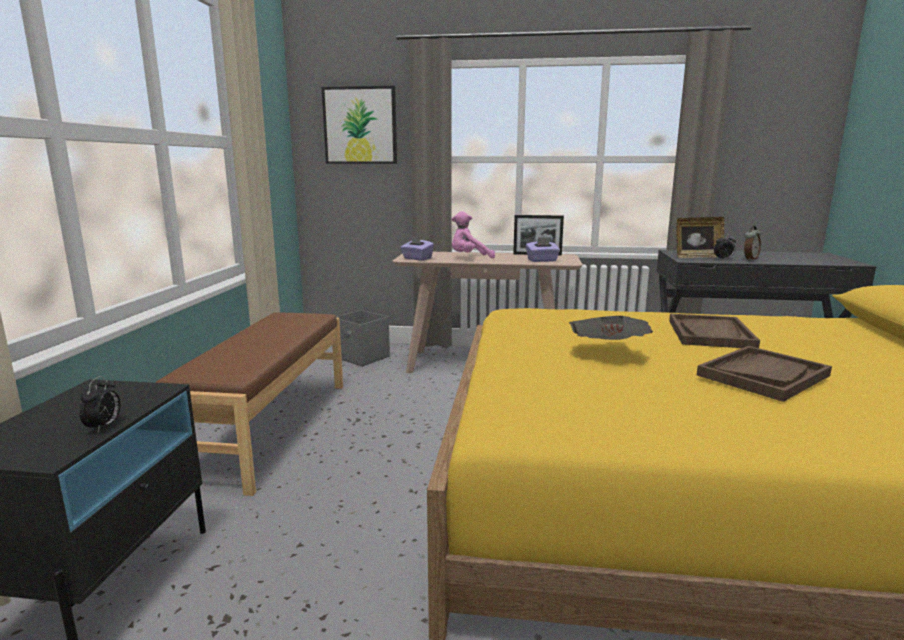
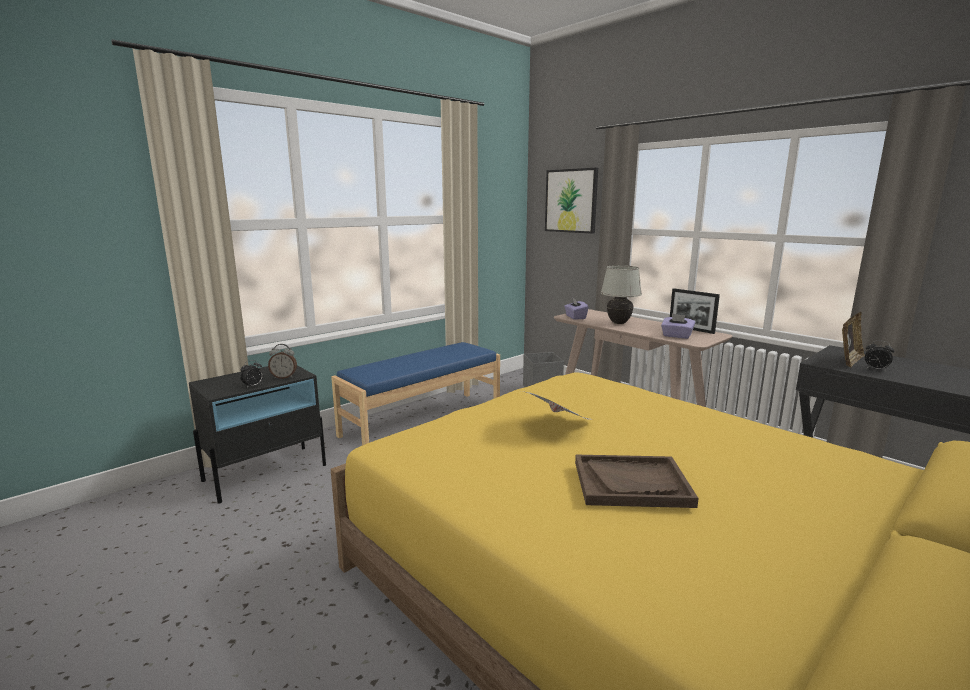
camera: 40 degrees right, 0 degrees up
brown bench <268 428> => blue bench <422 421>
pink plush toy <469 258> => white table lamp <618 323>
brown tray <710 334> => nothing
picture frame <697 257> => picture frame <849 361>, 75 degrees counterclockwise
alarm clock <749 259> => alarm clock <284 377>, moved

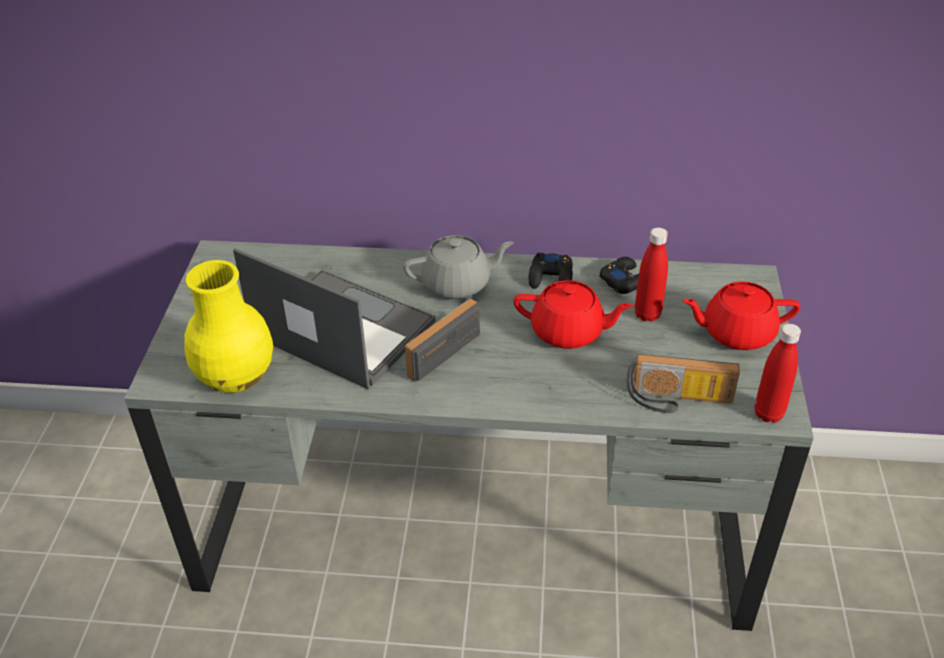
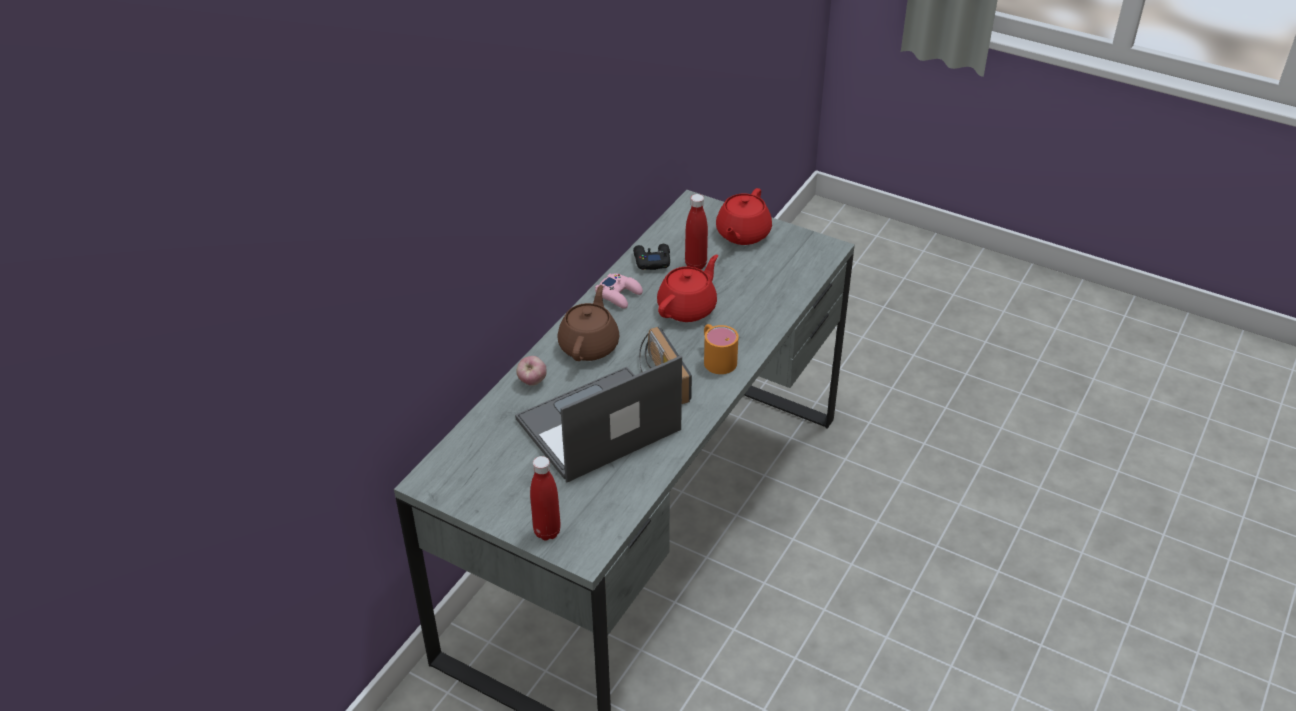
camera: 65 degrees left, 0 degrees up
yellow vase <236 377> => nothing
grey teapot <457 284> => brown teapot <589 345>
black game controller <551 277> => pink game controller <619 294>
radio <678 401> => nothing
red bottle <768 414> => red bottle <547 532>, moved
nothing => apple <532 382>
nothing => orange mug <716 358>

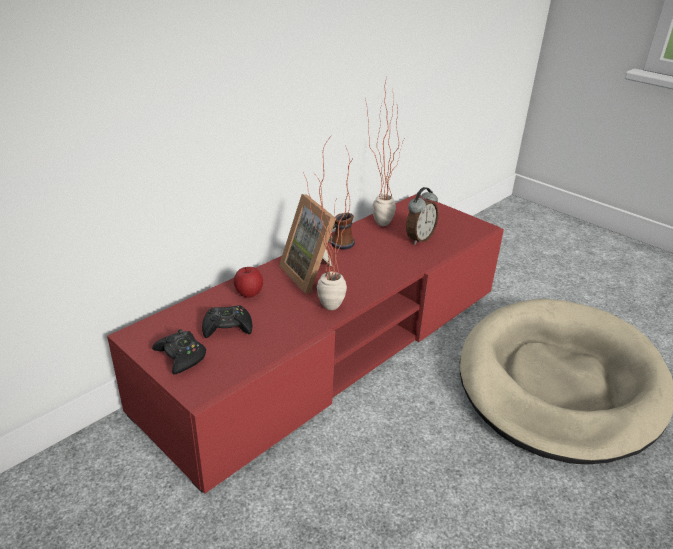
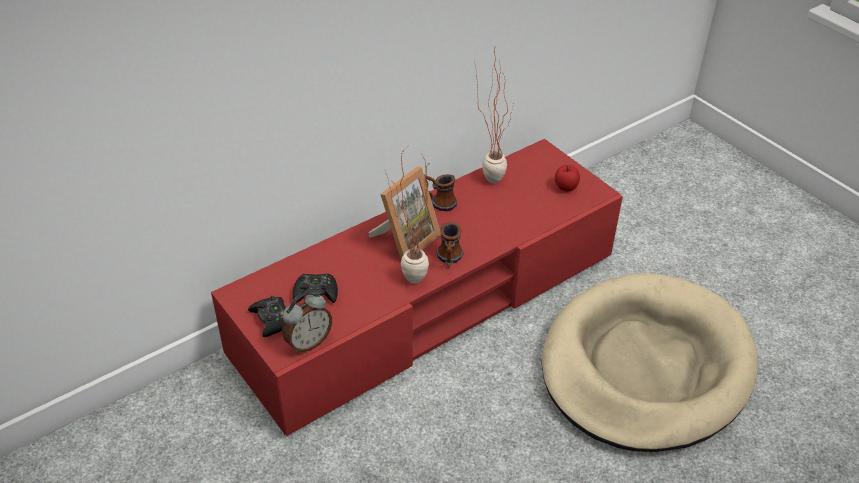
camera: 10 degrees right, 10 degrees up
apple <249 293> => apple <566 187>, moved
picture frame <312 274> => picture frame <405 240>, 120 degrees counterclockwise
alarm clock <419 238> => alarm clock <308 342>, moved
nothing => mug <449 260>

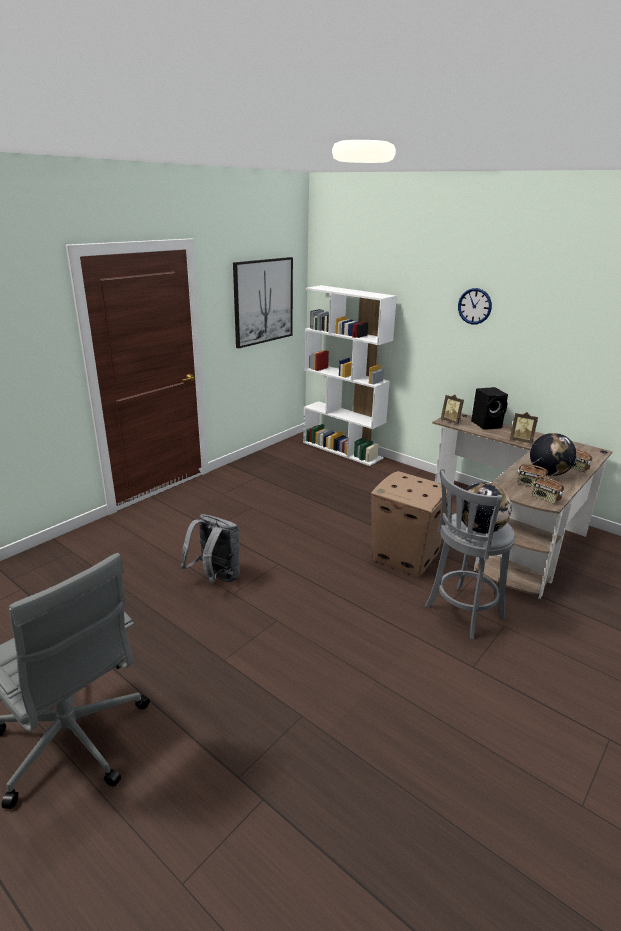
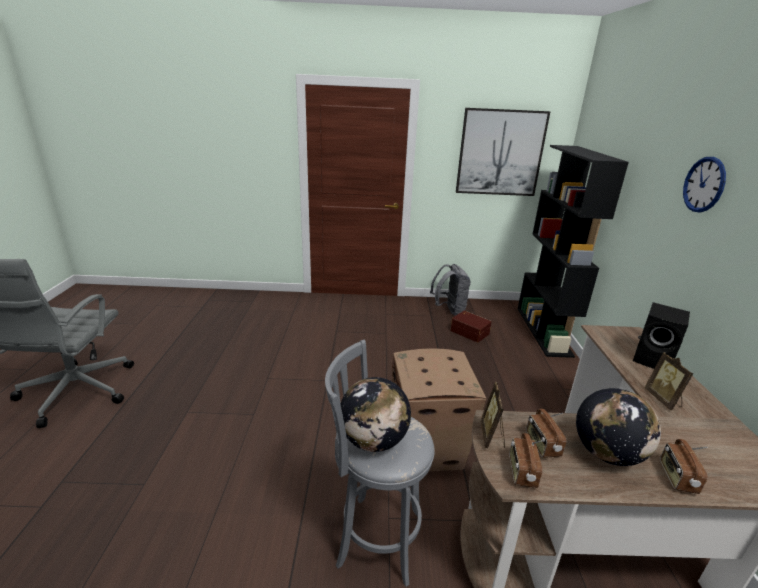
camera: 50 degrees right, 0 degrees up
grey backpack <215 578> => grey backpack <449 310>, moved
white bookcase <342 450> => black bookcase <544 331>
picture frame <451 421> => picture frame <492 436>, moved
nothing => brown storage box <470 332>

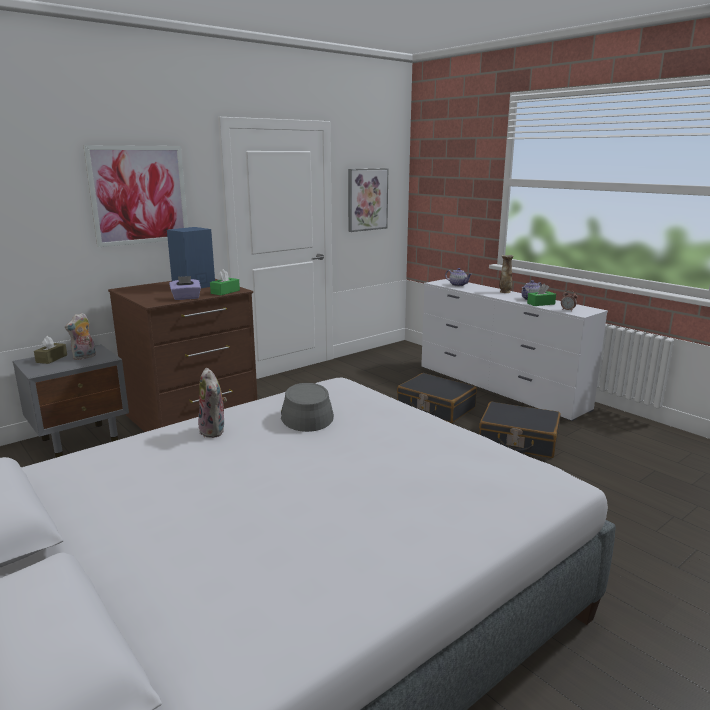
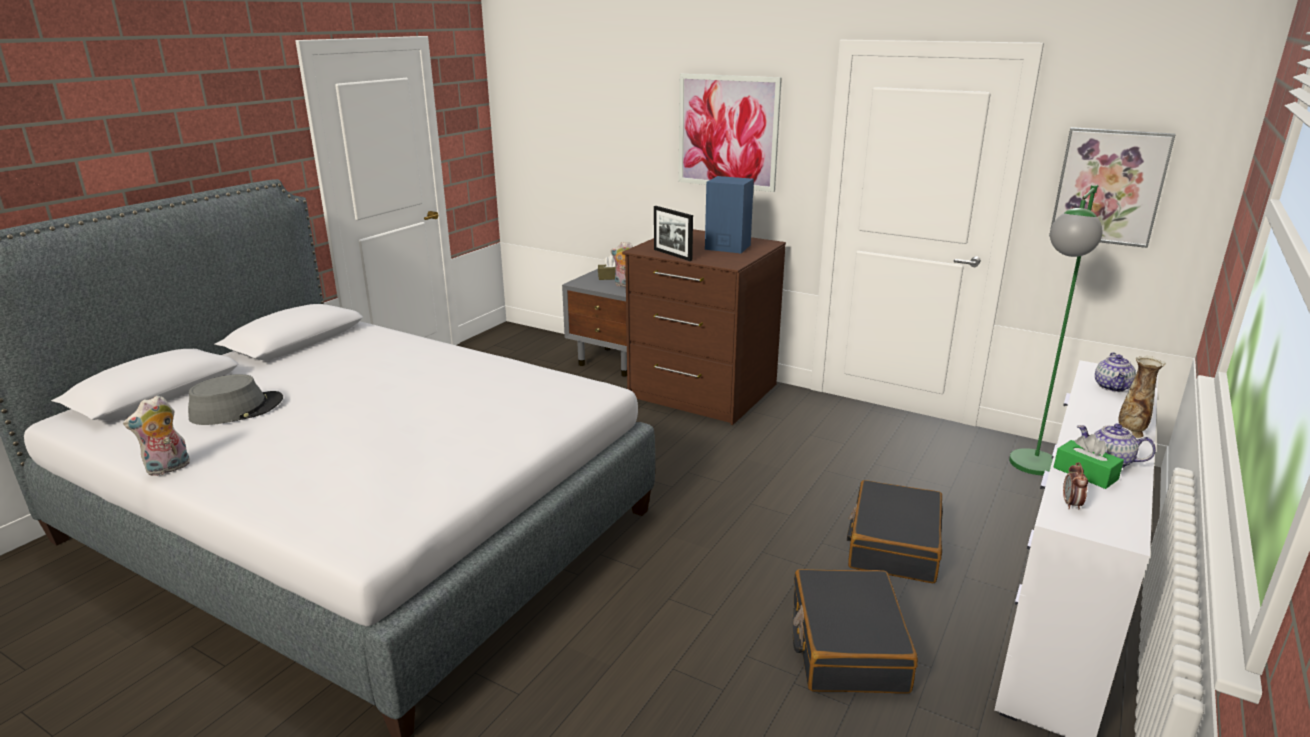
camera: 70 degrees right, 5 degrees up
purple tissue box <186 298> => picture frame <672 255>
plush toy <214 431> => plush toy <168 469>, moved
green tissue box <225 292> => nothing
grey hat <306 414> => grey hat <237 409>, moved
nothing => green floor lamp <1030 470>

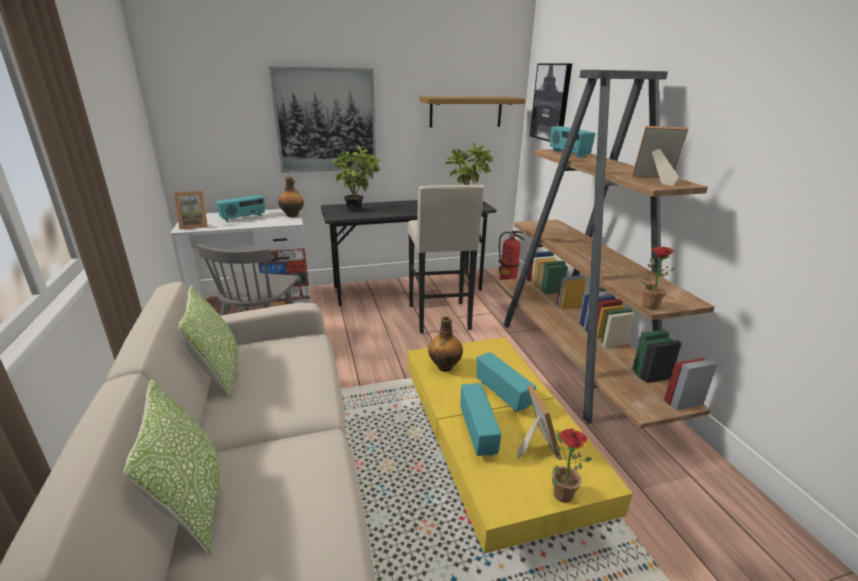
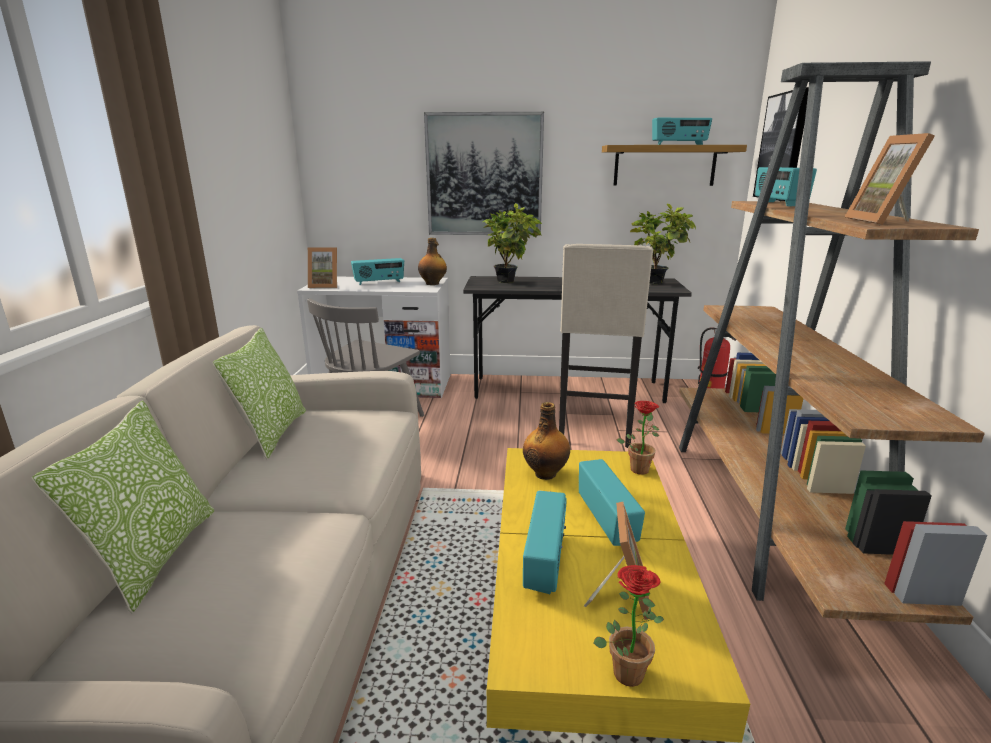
camera: 20 degrees right, 5 degrees down
picture frame <654 180> => picture frame <884 221>, 120 degrees counterclockwise
potted plant <647 304> => potted plant <639 467>, moved
nothing => radio <679 144>

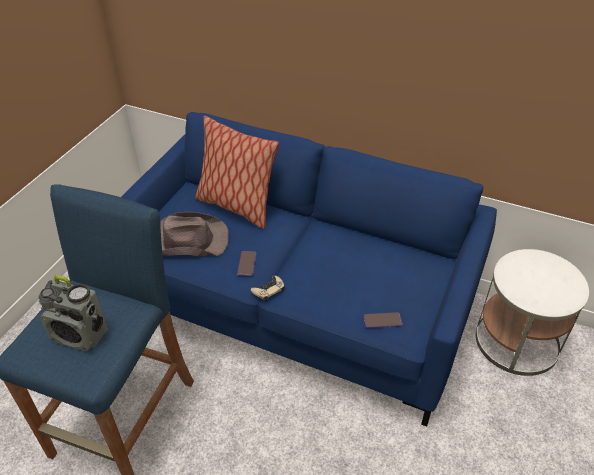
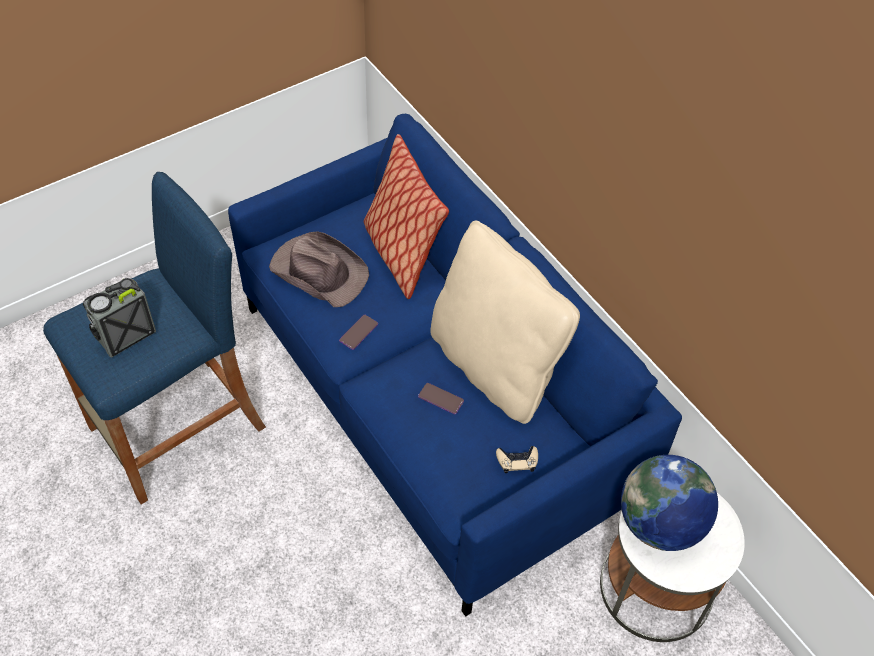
camera: 30 degrees right, 10 degrees up
radio <80 335> => radio <124 335>, 90 degrees clockwise
beige game controller <268 290> => beige game controller <517 461>, moved
phone <382 320> => phone <441 399>, moved
nothing => beige pillow <494 365>
nothing => globe <660 524>

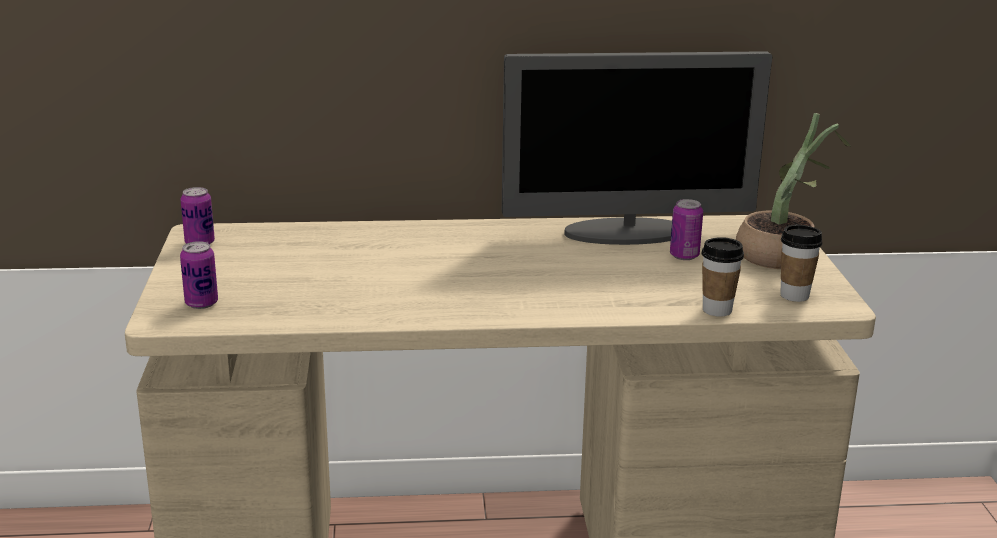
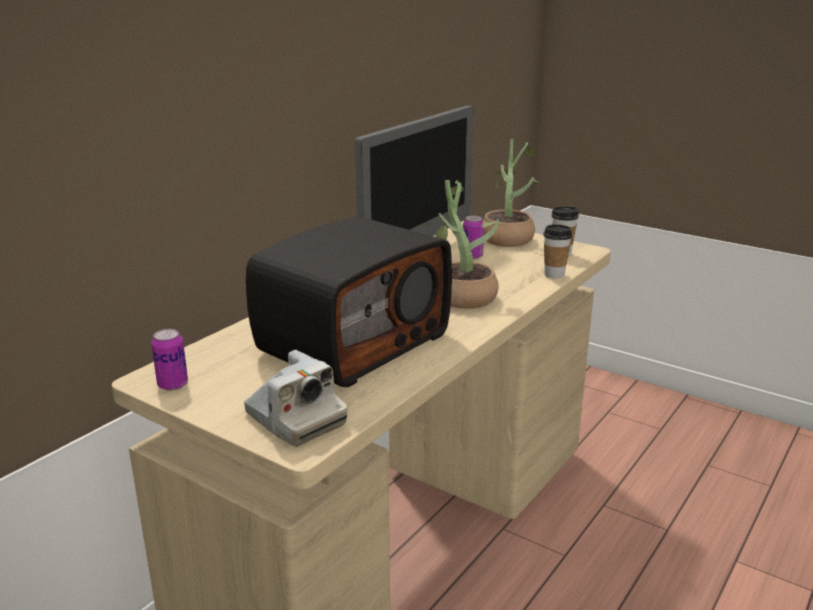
camera: 50 degrees left, 0 degrees up
can <201 303> => photo camera <295 419>
nothing => radio <352 342>
nothing => potted plant <459 295>

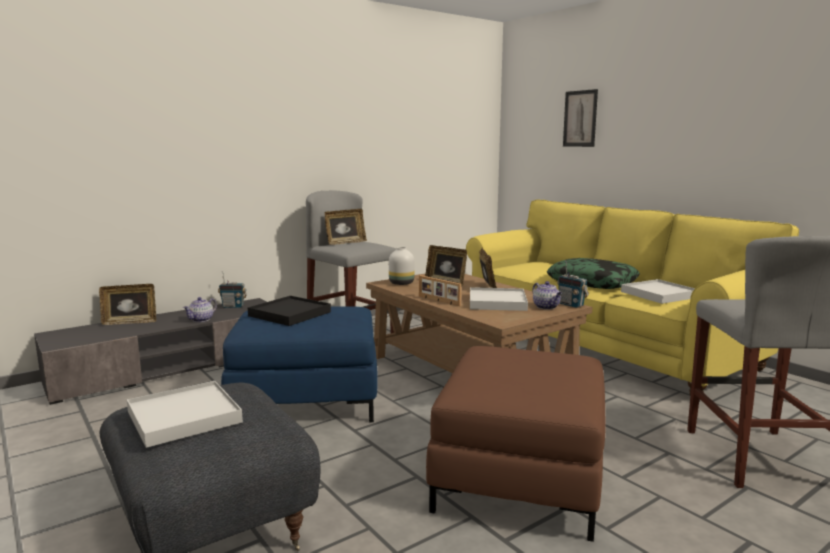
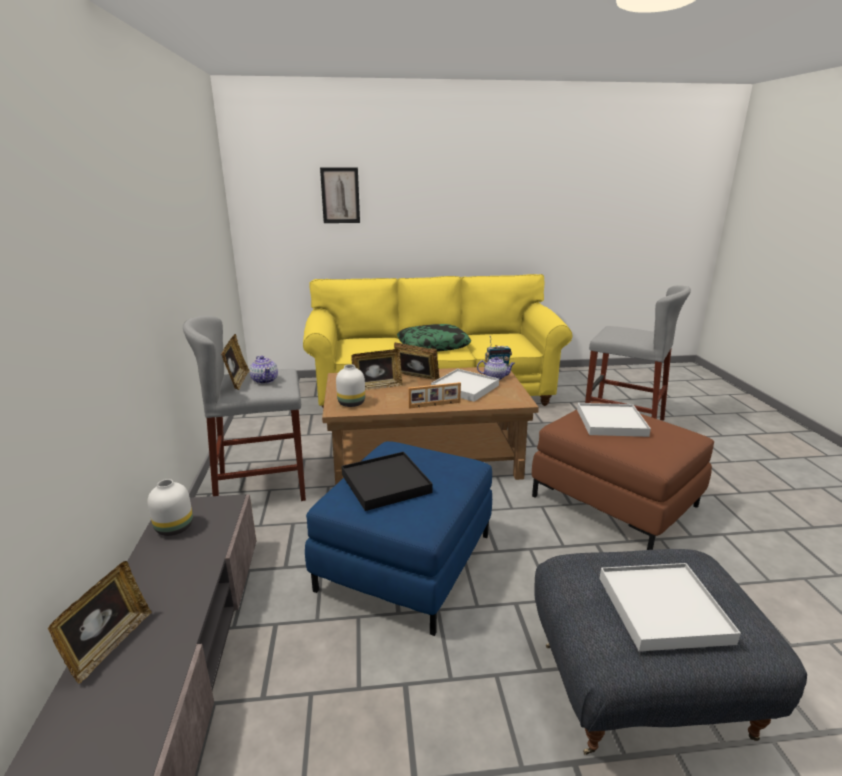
camera: 60 degrees left, 10 degrees up
teapot <201 320> => teapot <265 380>, moved
radio <233 306> => white vase <174 527>
white tray <659 294> => white tray <611 422>, moved

